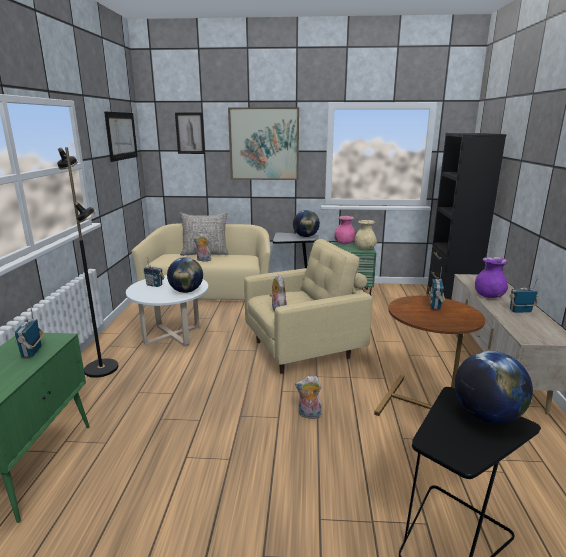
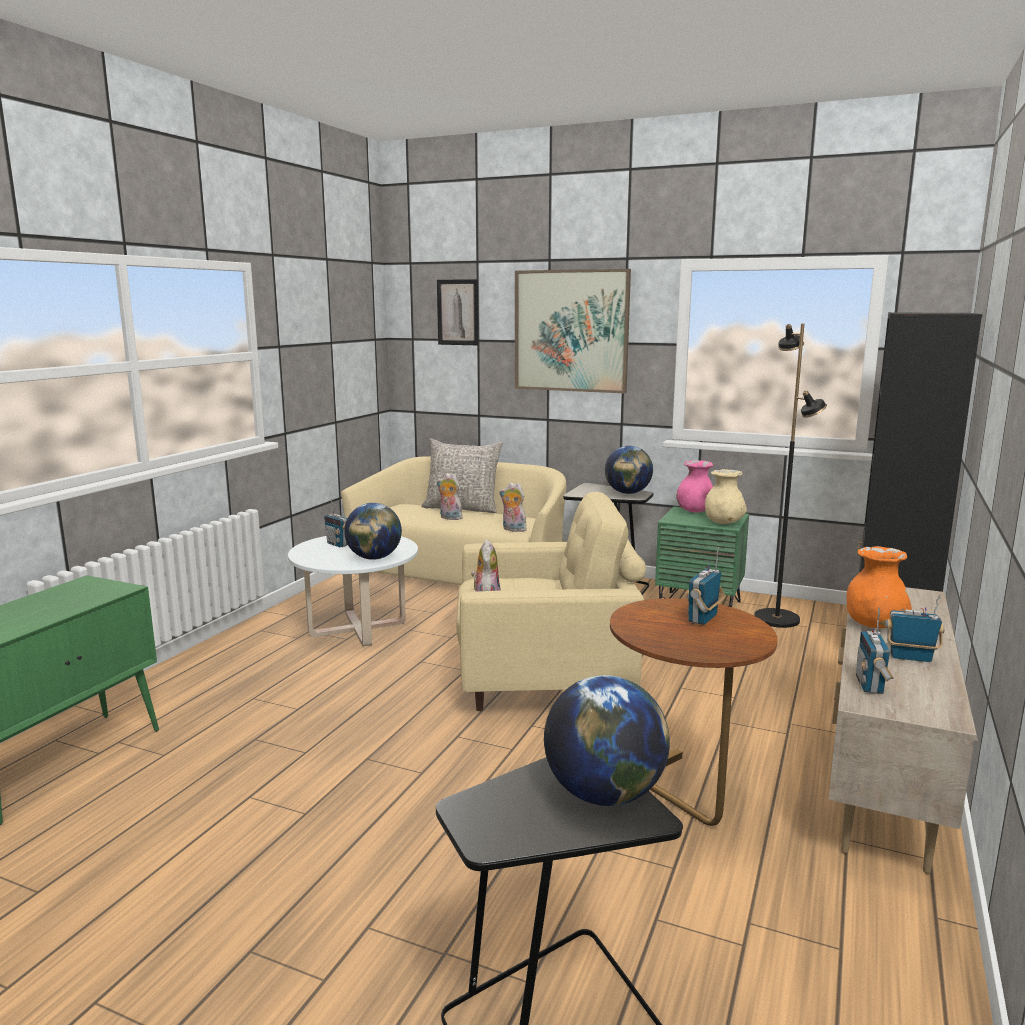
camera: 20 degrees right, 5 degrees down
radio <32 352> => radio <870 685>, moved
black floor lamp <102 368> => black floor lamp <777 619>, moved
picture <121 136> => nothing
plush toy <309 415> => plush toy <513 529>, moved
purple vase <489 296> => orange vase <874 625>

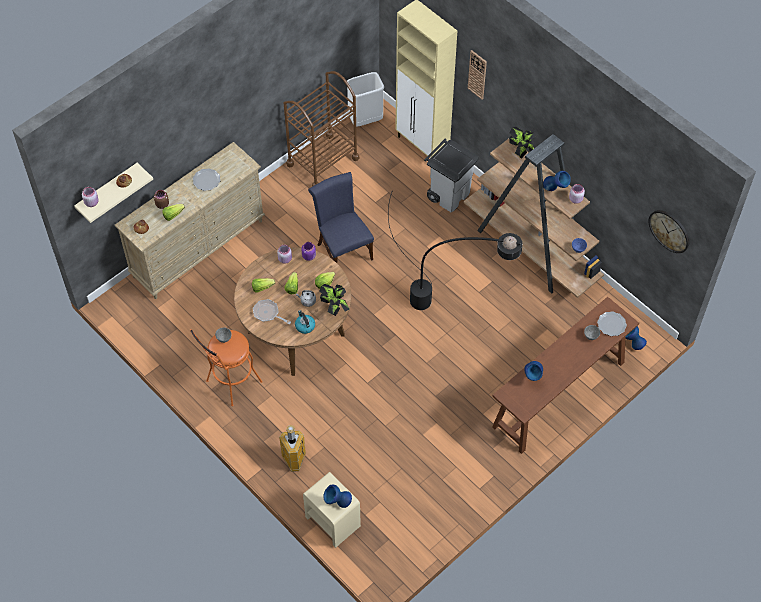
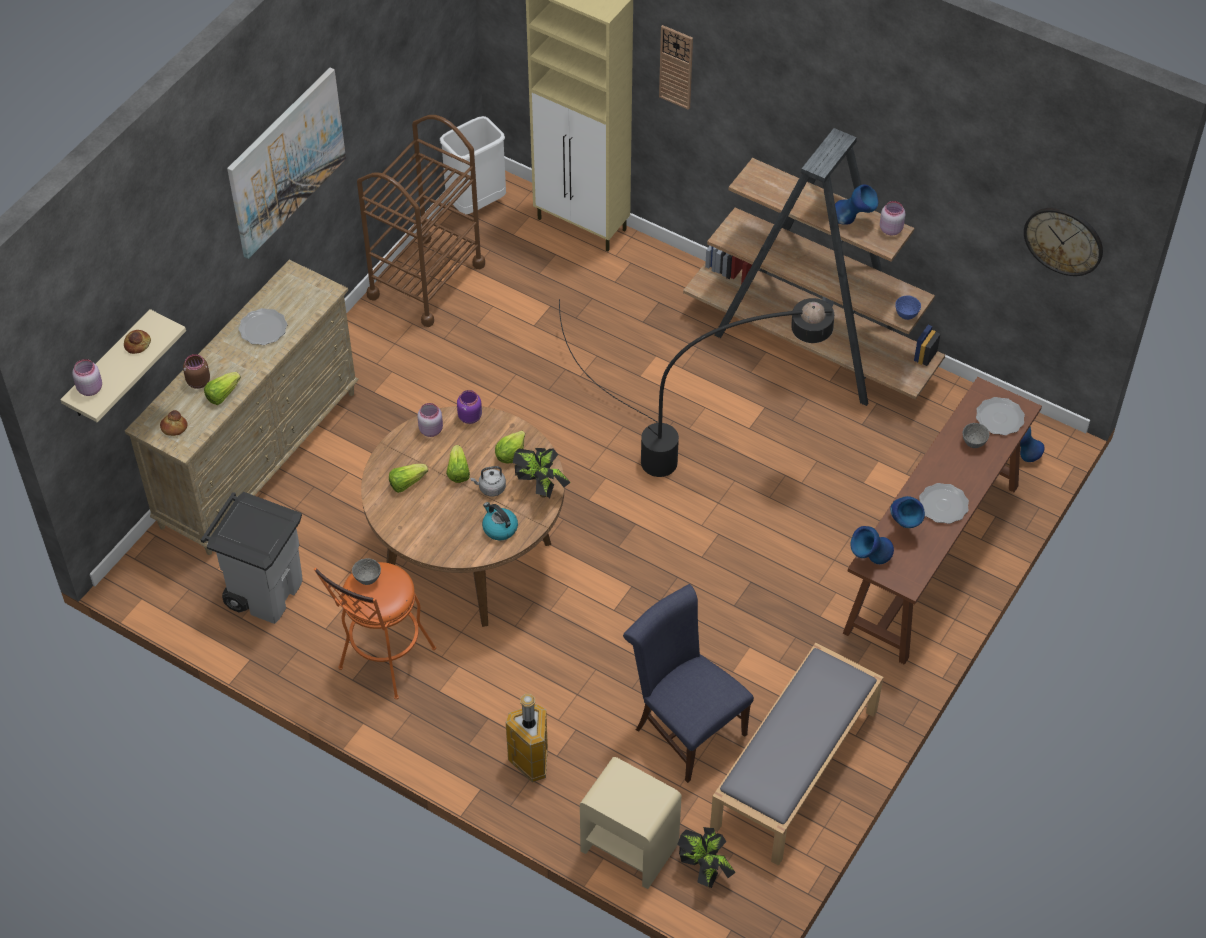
camera: 15 degrees left, 5 degrees down
frying pan <268 313> => nothing
blue chair <342 249> => blue chair <685 728>, moved
blue vase <337 503> => blue vase <869 561>, moved
grey trash can <449 195> => grey trash can <265 591>, moved
potted plant <521 153> => potted plant <704 870>, moved
nothing => picture <286 162>
nothing => grey bench <795 769>
nothing => plate <943 505>

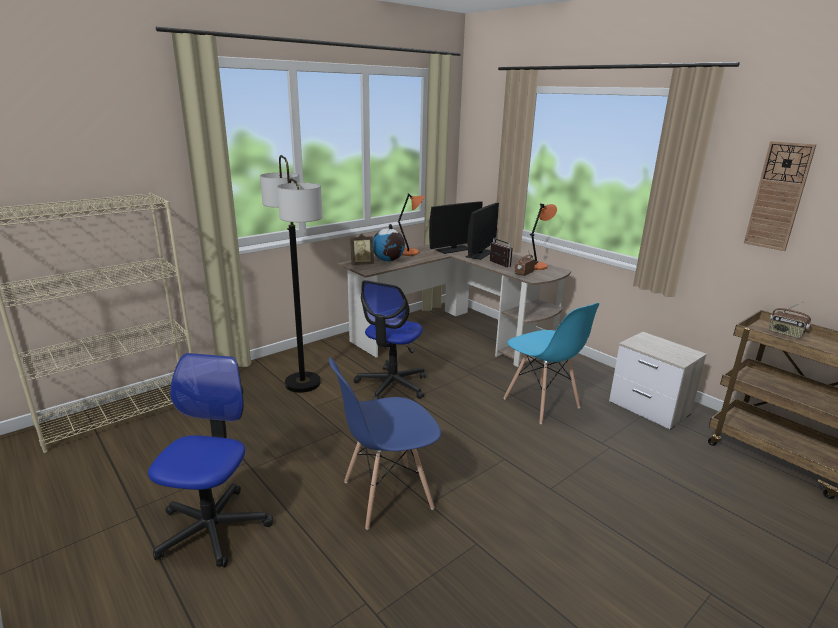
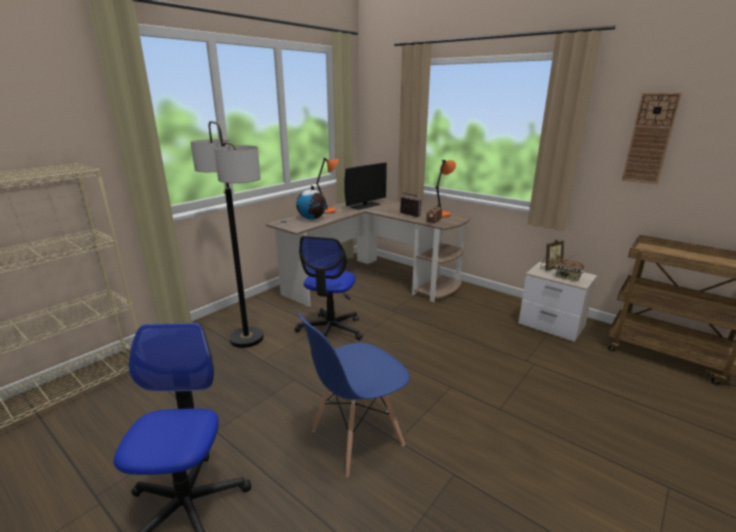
camera: 10 degrees left, 0 degrees up
picture frame <362 264> => picture frame <550 268>, moved
monitor <480 254> => nothing
blue chair <541 403> => nothing
radio <785 333> => radio <567 278>, moved

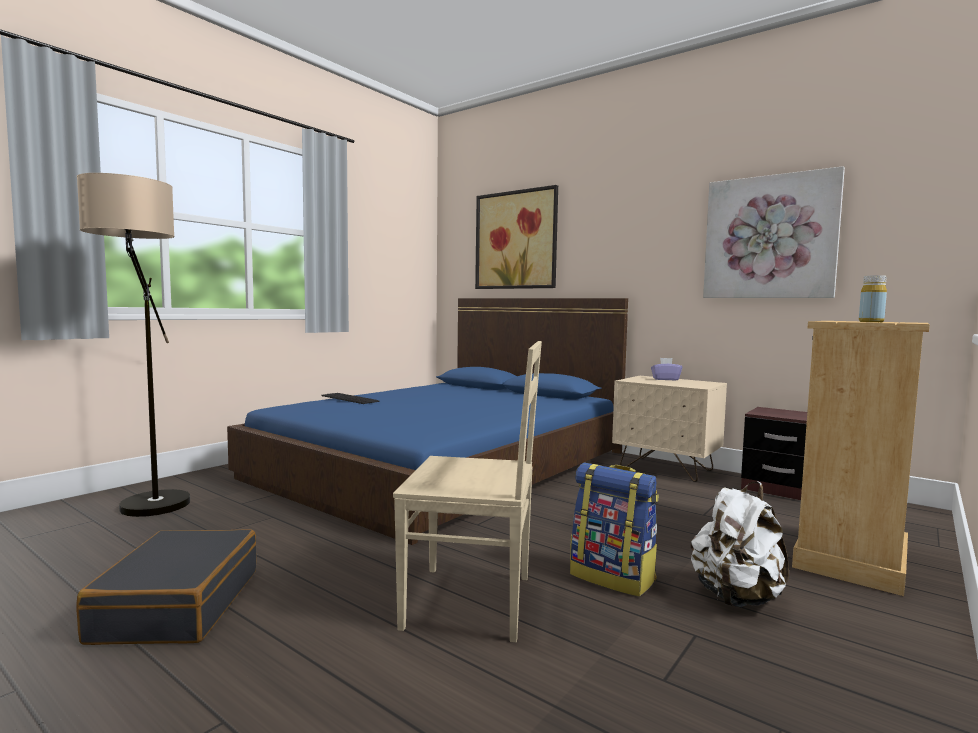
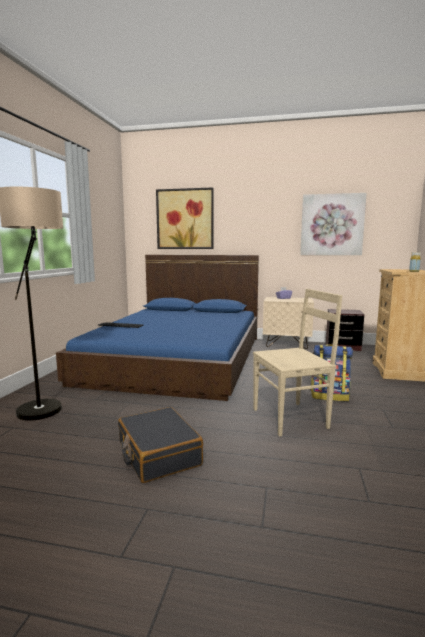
camera: 25 degrees left, 5 degrees up
white backpack <737 598> => nothing

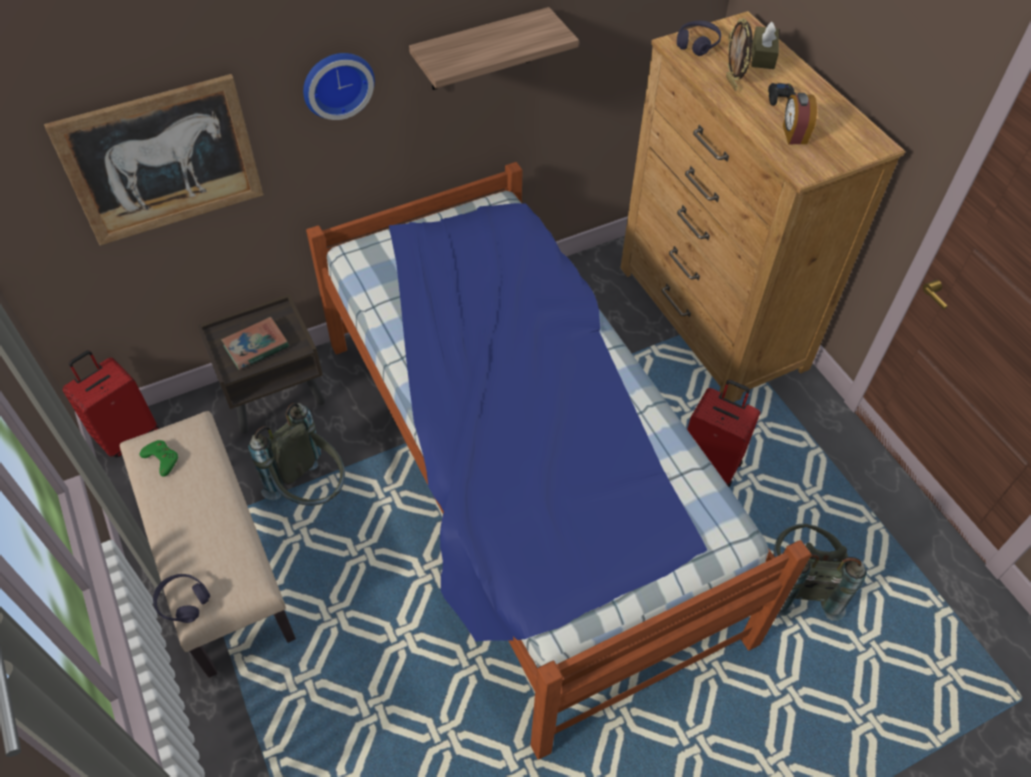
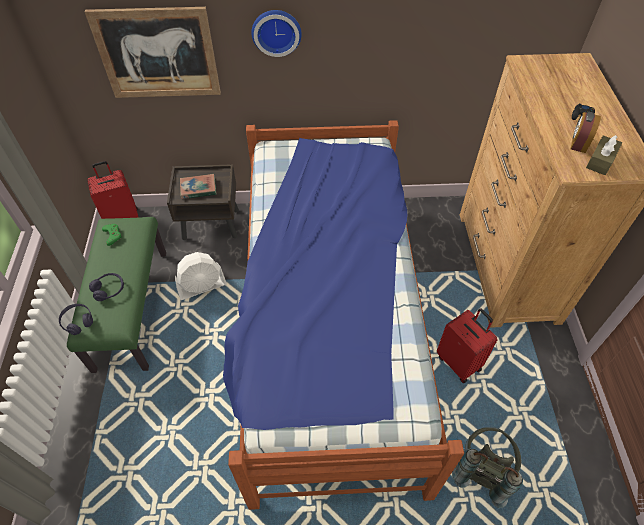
camera: 25 degrees right, 0 degrees up
beige bench <217 562> => green bench <131 308>
grey backpack <311 491> => white fan <202 287>
shelf <480 50> => nothing
purple headphones <697 44> => purple headphones <109 289>, moved
picture frame <732 83> => nothing
brown tissue box <763 55> => brown tissue box <600 161>, moved

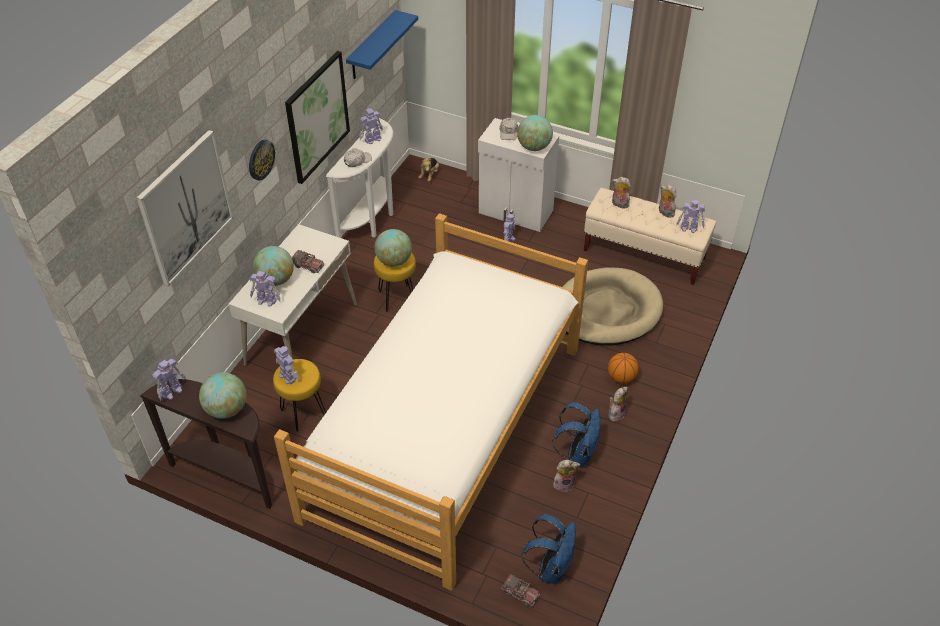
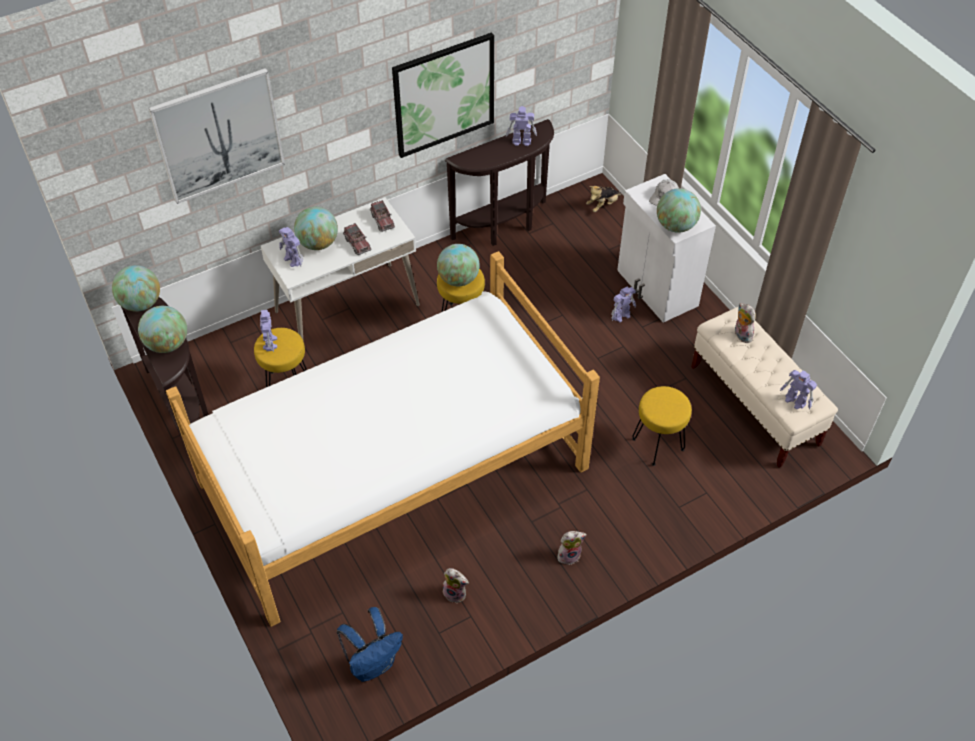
camera: 35 degrees right, 5 degrees up
toy robot <172 391> => globe <141 303>
wall clock <260 159> => nothing
white console table <372 221> => brown console table <505 227>
white cap <357 161> => nothing
blue shelf <371 46> => nothing
toy truck <520 593> => toy truck <382 220>, moved
blue backpack <577 453> => nothing
beige dog bed <606 310> => yellow stool <657 444>
basketball <621 377> => nothing
plush toy <664 212> => nothing

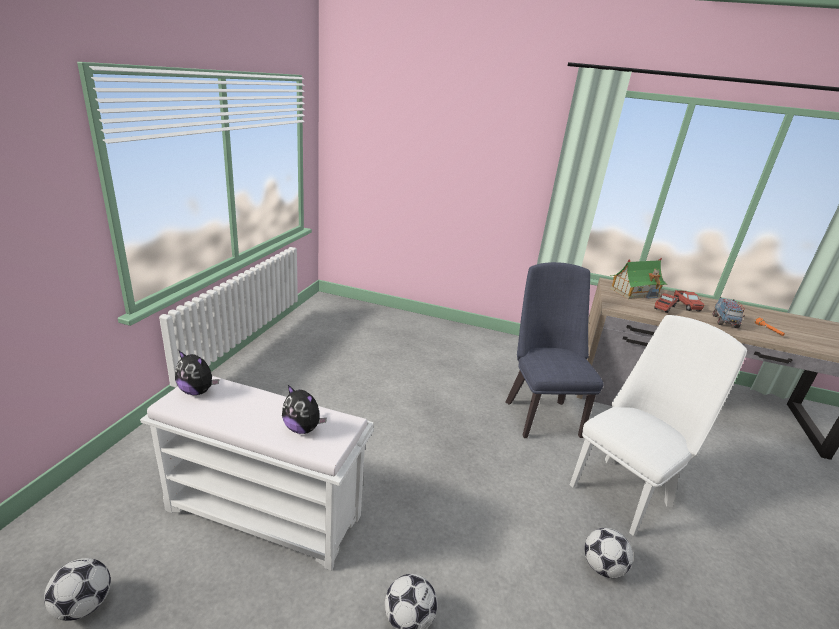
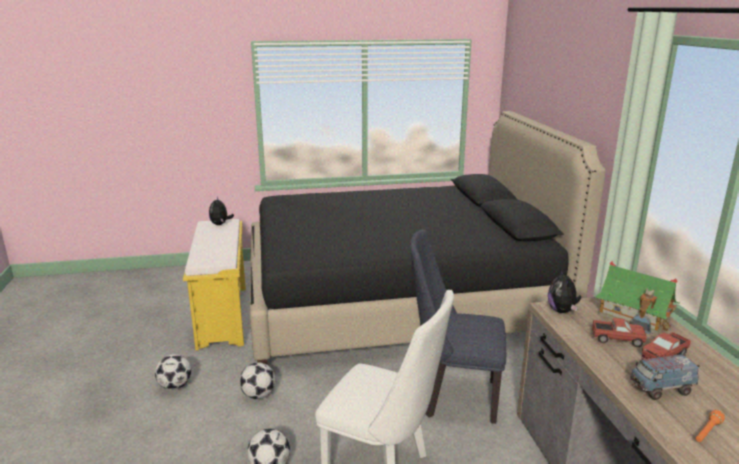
camera: 65 degrees right, 5 degrees down
football <84 605> => football <258 395>, moved
white bench <267 512> => yellow bench <223 317>
plush toy <303 428> => plush toy <562 311>, moved
blue chair <540 414> => blue chair <453 397>, 135 degrees counterclockwise
nothing => black bed <398 301>

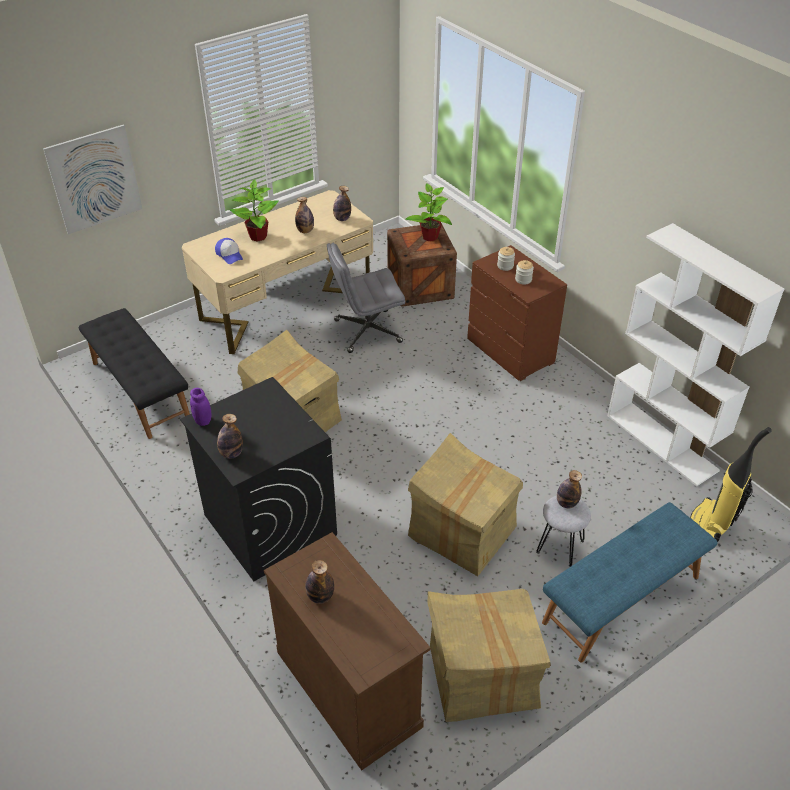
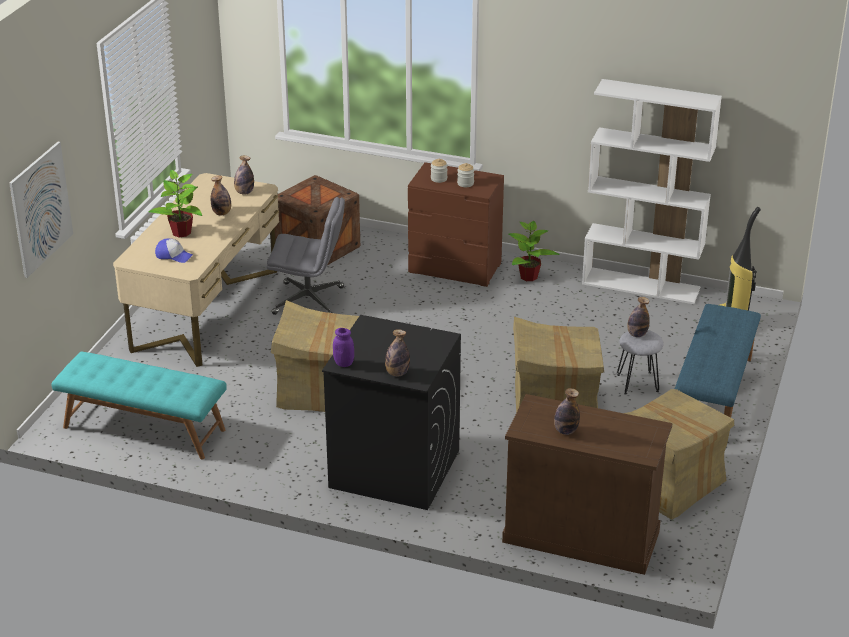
camera: 35 degrees left, 10 degrees down
black bench <139 390> => turquoise bench <143 429>
grey office chair <367 331> => grey office chair <309 300>, 120 degrees counterclockwise
potted plant <429 237> => potted plant <529 277>, moved

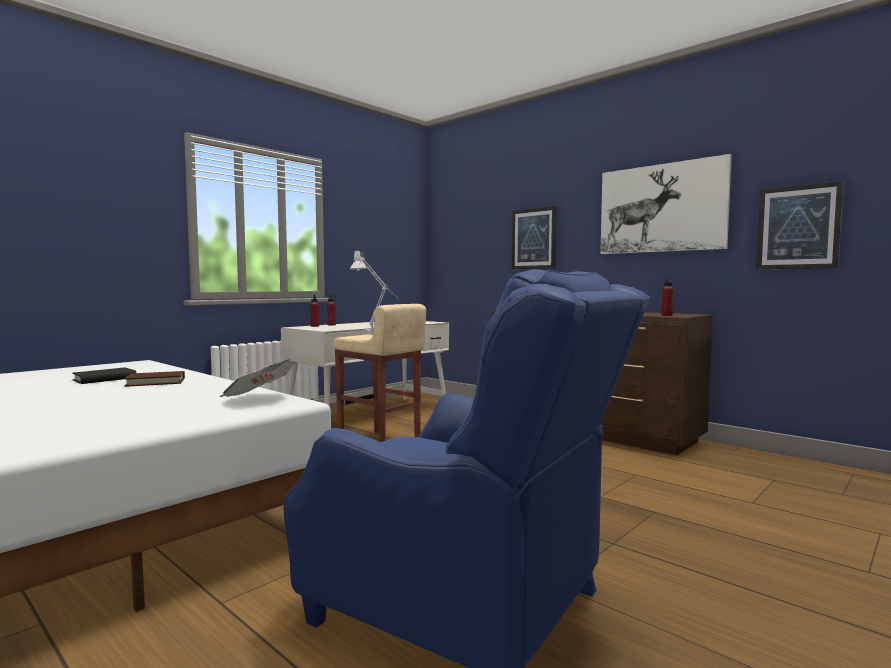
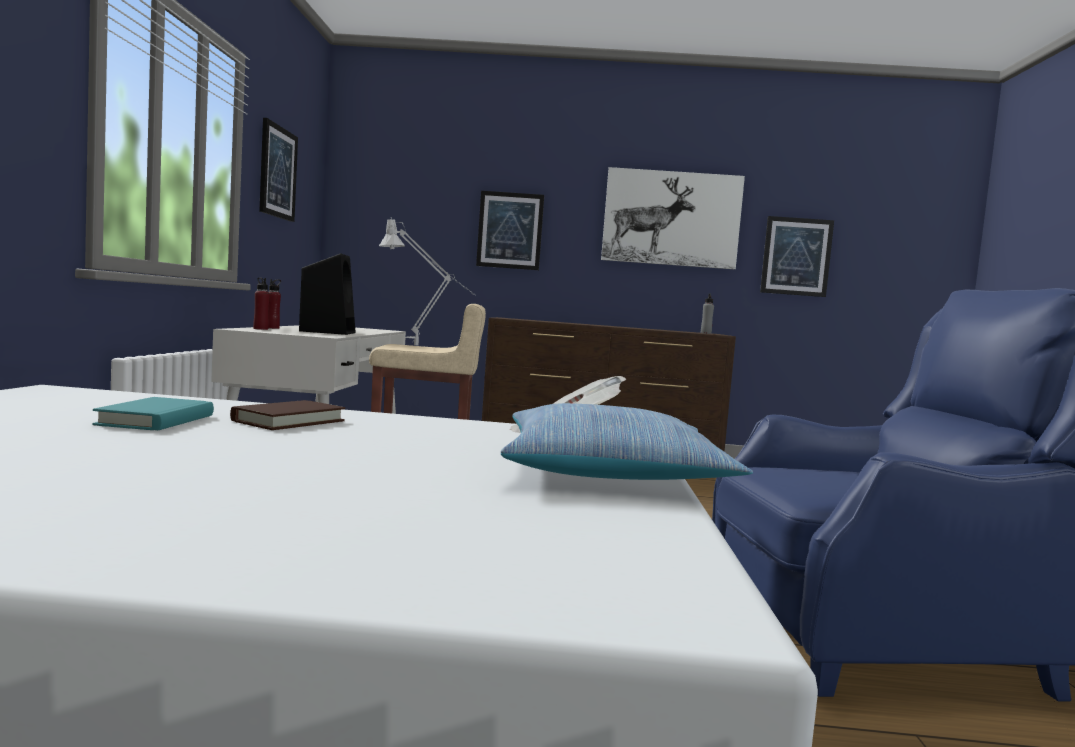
camera: 40 degrees left, 0 degrees up
black book <105 379> => turquoise book <156 420>
red bottle <667 315> => grey bottle <706 333>
nothing => picture <277 172>
nothing => black speaker <327 332>
nothing => pillow <611 471>

